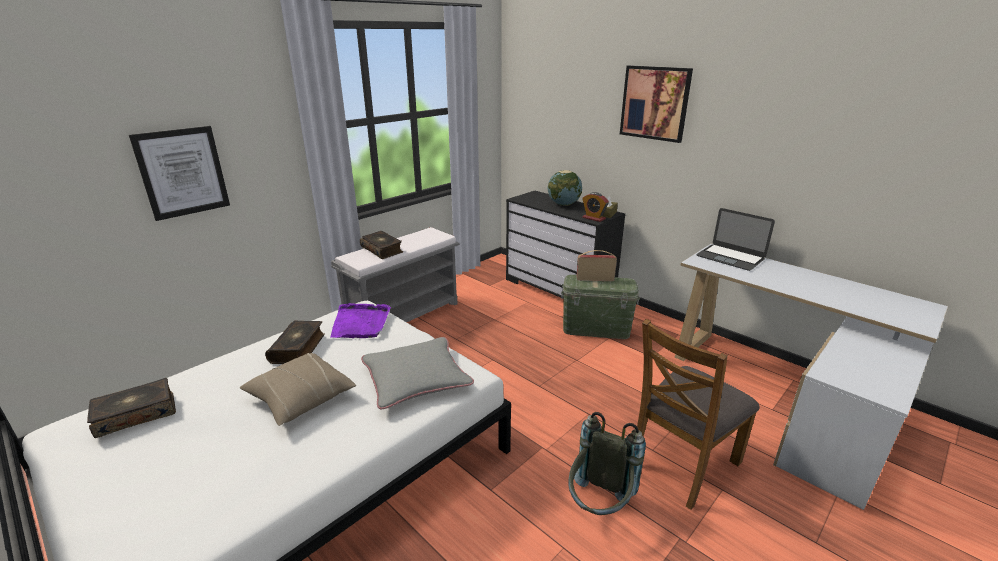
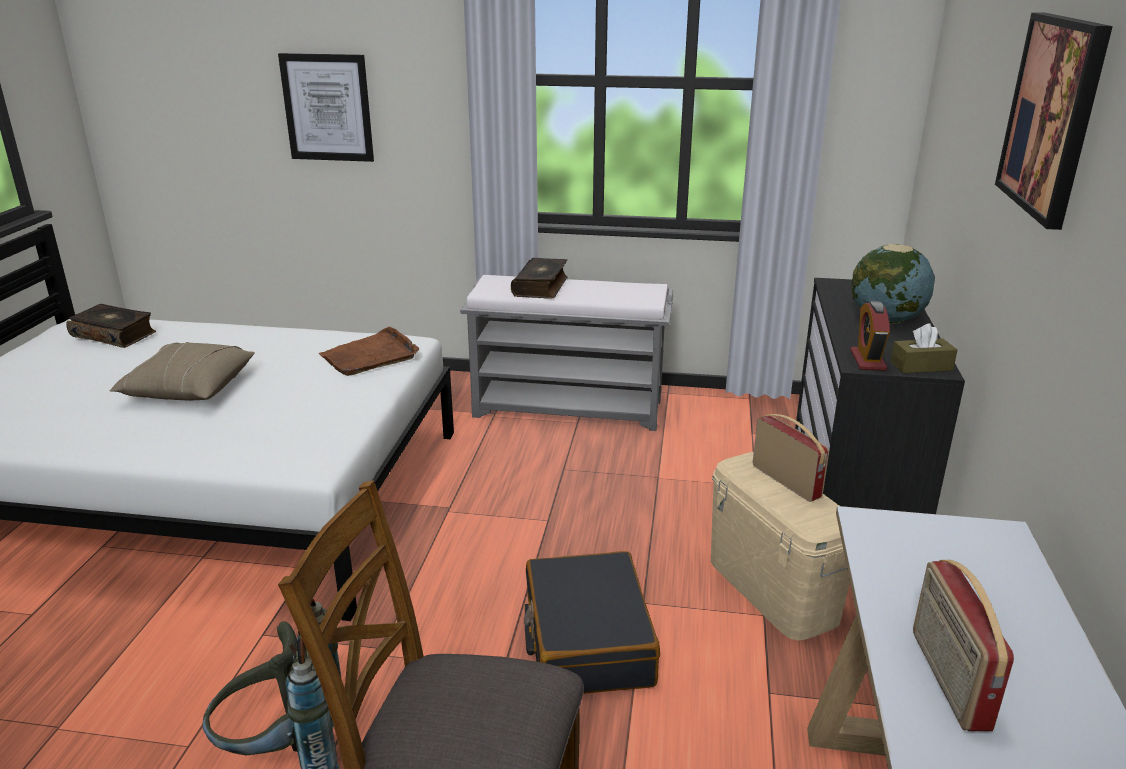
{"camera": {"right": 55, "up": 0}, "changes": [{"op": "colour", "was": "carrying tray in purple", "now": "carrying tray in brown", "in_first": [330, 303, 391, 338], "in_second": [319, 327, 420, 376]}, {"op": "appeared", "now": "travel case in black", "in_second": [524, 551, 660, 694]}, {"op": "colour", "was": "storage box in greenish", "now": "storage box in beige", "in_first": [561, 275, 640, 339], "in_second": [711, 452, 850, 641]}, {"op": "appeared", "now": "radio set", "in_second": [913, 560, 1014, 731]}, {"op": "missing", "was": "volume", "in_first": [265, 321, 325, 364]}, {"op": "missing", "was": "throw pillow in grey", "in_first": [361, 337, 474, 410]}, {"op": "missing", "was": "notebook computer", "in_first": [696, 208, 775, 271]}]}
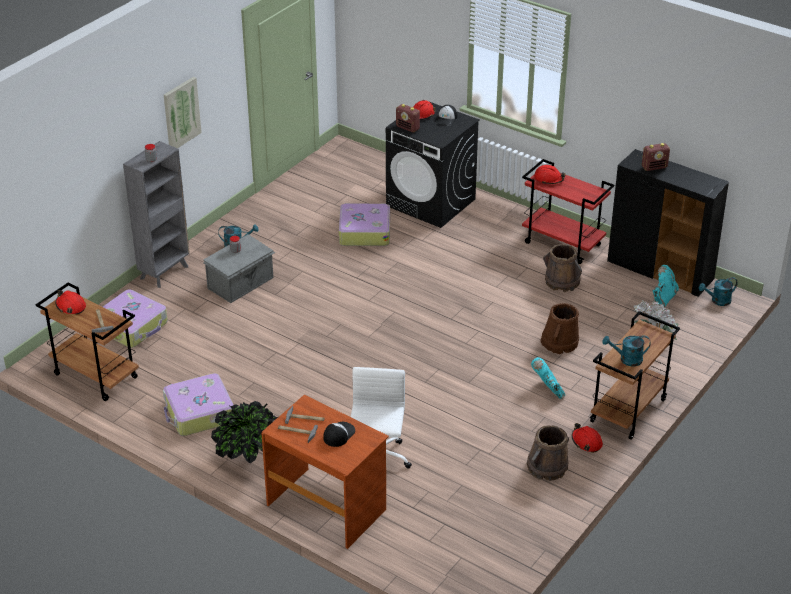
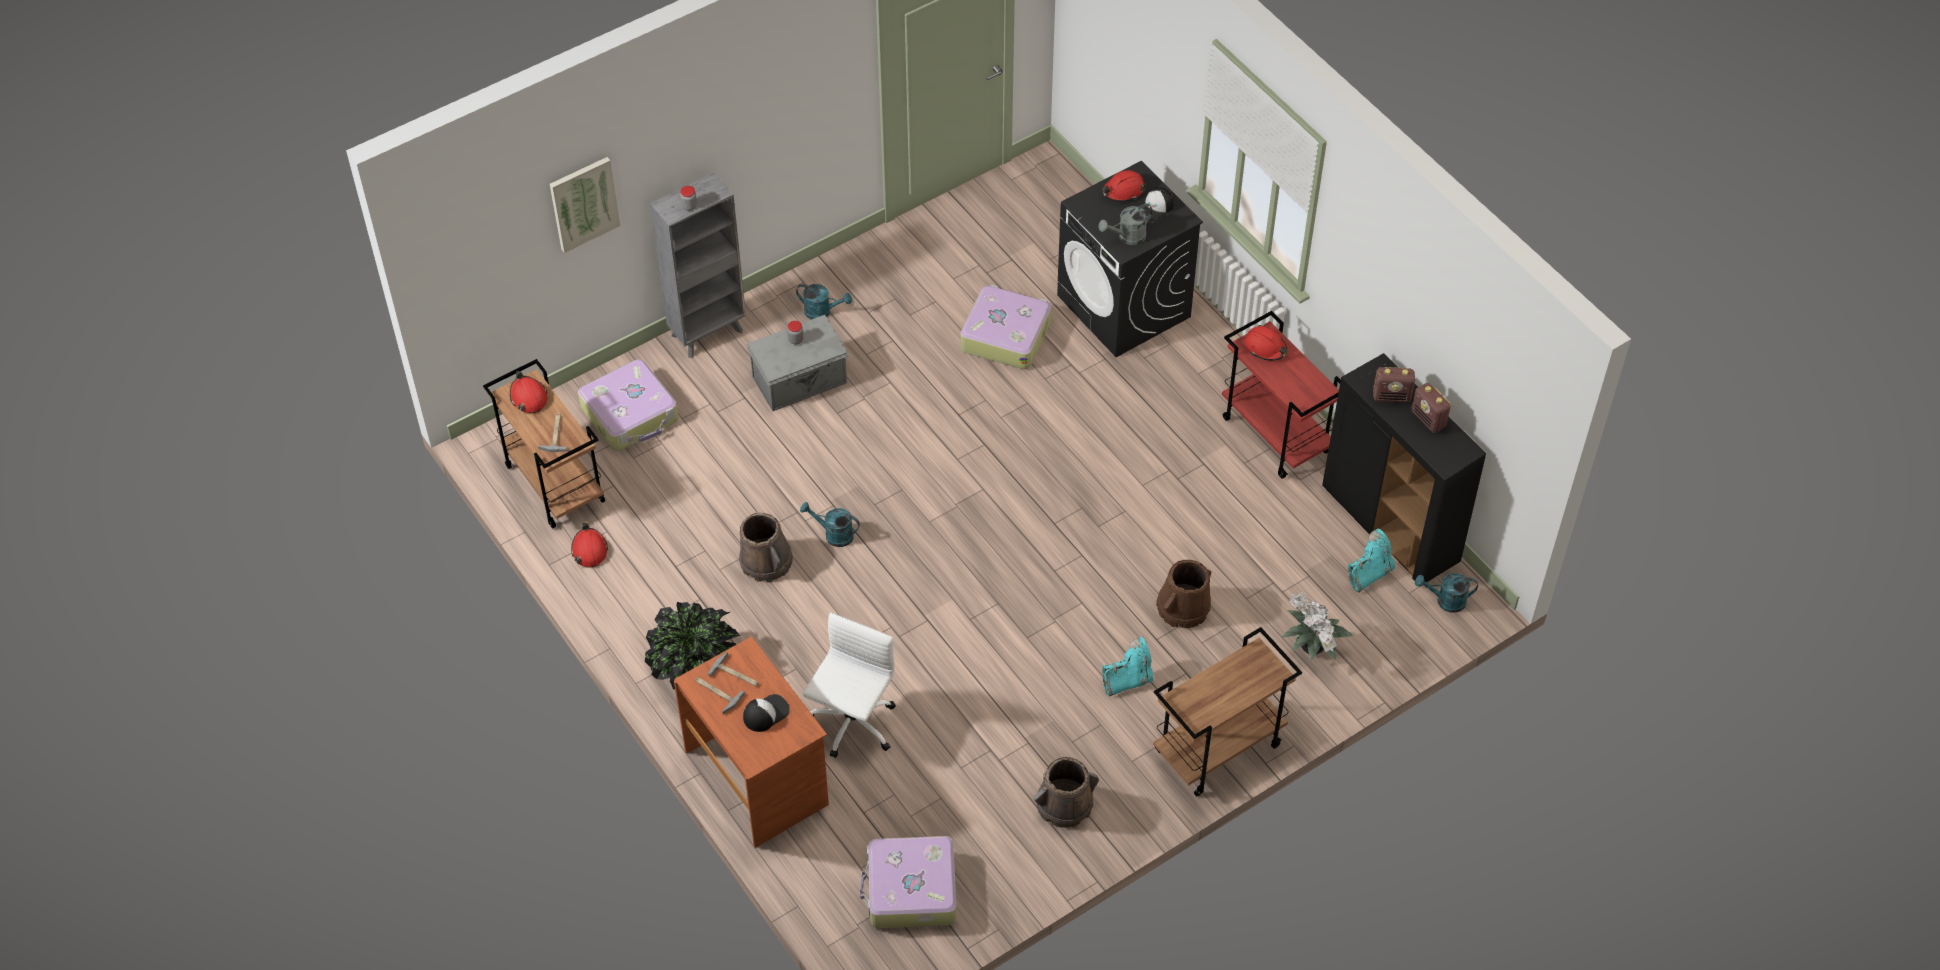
{"camera": {"right": 20, "up": 15}, "changes": [{"op": "relocated", "was": "wall art", "in_first": [164, 77, 202, 148], "in_second": [550, 157, 620, 253]}, {"op": "relocated", "was": "work helmet in red-coloured", "in_first": [572, 423, 603, 453], "in_second": [571, 522, 608, 568]}, {"op": "relocated", "was": "bucket in brown", "in_first": [543, 244, 582, 292], "in_second": [739, 512, 793, 583]}, {"op": "relocated", "was": "watering can in turquoise", "in_first": [602, 336, 651, 366], "in_second": [800, 502, 860, 547]}, {"op": "relocated", "was": "travel case", "in_first": [163, 373, 234, 436], "in_second": [860, 836, 956, 928]}, {"op": "appeared", "now": "watering can in grey", "in_second": [1098, 203, 1153, 245]}, {"op": "spun", "was": "boot in turquoise", "in_first": [531, 357, 565, 399], "in_second": [1102, 637, 1153, 696], "clockwise": 75}, {"op": "relocated", "was": "radio set", "in_first": [396, 104, 420, 132], "in_second": [1412, 383, 1451, 432]}]}
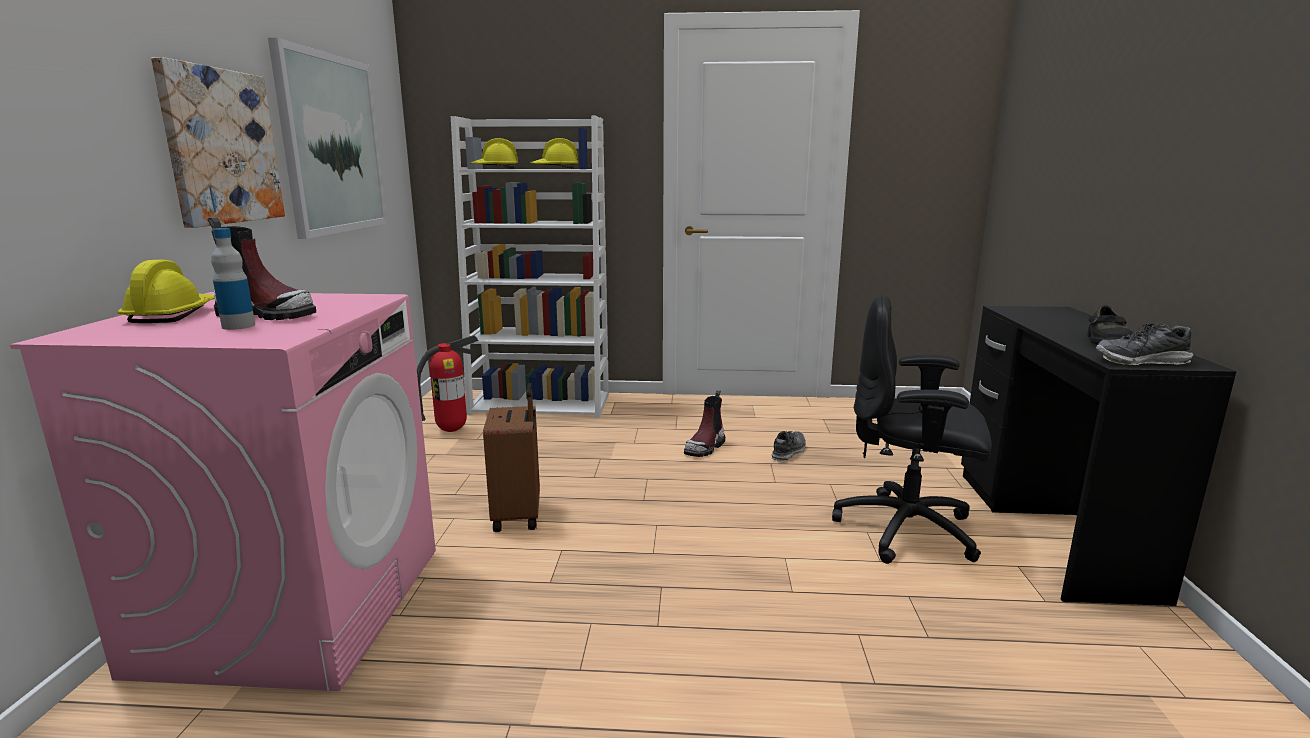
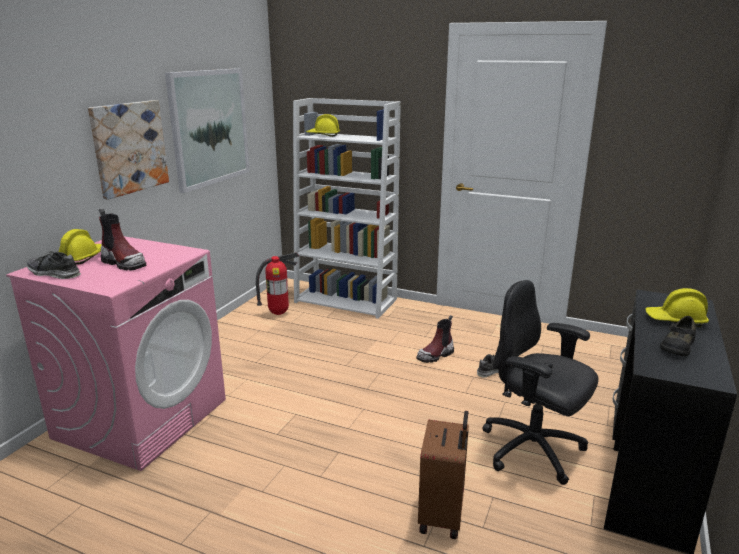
{"camera": {"right": 20, "up": 5}, "changes": [{"op": "relocated", "was": "shoe", "in_first": [1096, 323, 1193, 365], "in_second": [27, 251, 81, 279]}, {"op": "relocated", "was": "travel case in brown", "in_first": [483, 383, 540, 532], "in_second": [418, 411, 469, 539]}, {"op": "relocated", "was": "work helmet in yellow", "in_first": [530, 138, 578, 169], "in_second": [645, 288, 709, 327]}, {"op": "missing", "was": "bottle", "in_first": [211, 228, 255, 330]}]}
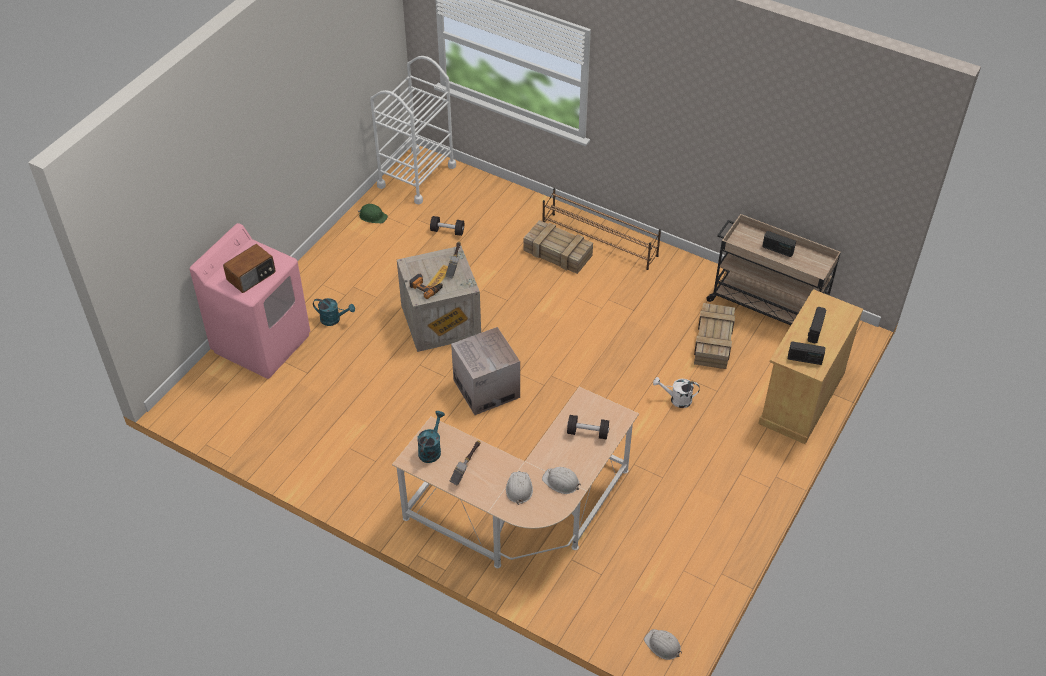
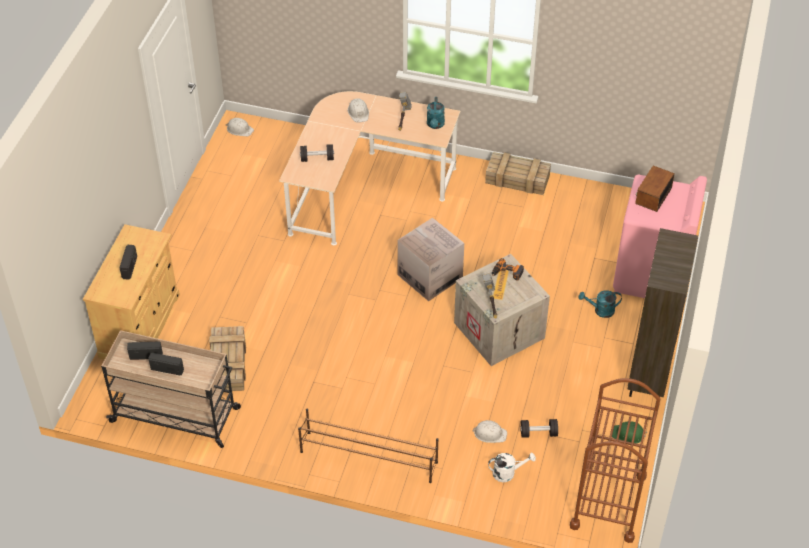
{"camera": {"right": 165, "up": 0}, "changes": [{"op": "relocated", "was": "radio set", "in_first": [788, 342, 825, 365], "in_second": [127, 341, 163, 360]}, {"op": "relocated", "was": "work helmet in white", "in_first": [542, 467, 581, 494], "in_second": [472, 420, 507, 443]}, {"op": "relocated", "was": "crate", "in_first": [524, 220, 593, 274], "in_second": [485, 152, 551, 195]}, {"op": "relocated", "was": "watering can in white", "in_first": [653, 377, 700, 408], "in_second": [488, 453, 536, 482]}, {"op": "colour", "was": "wheeled cart in white", "now": "wheeled cart in brown", "in_first": [370, 56, 456, 205], "in_second": [570, 378, 660, 543]}, {"op": "appeared", "now": "bookcase in brown", "in_second": [628, 228, 698, 397]}]}
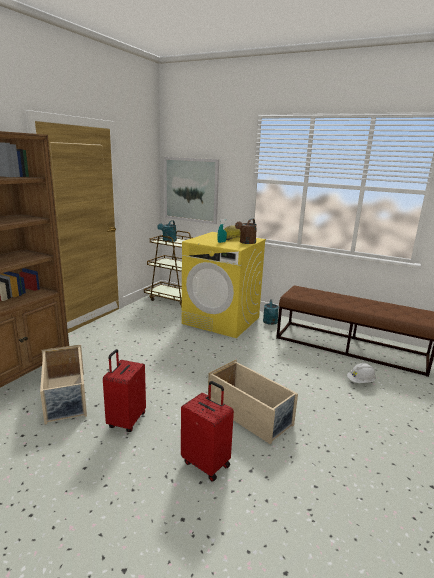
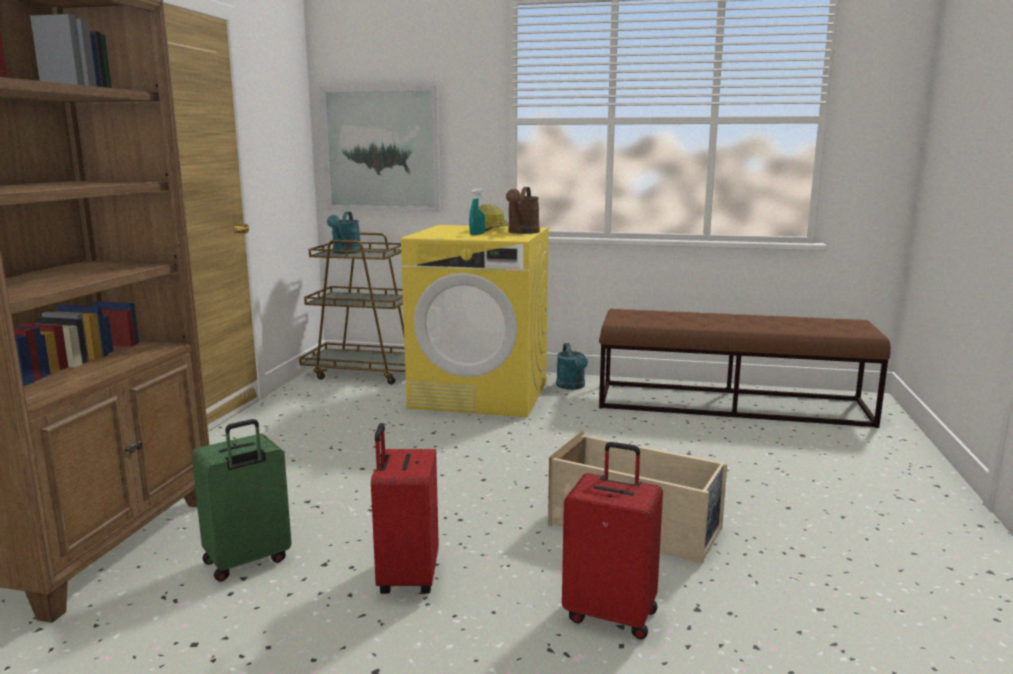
{"camera": {"right": -15, "up": -5}, "changes": [{"op": "exchanged", "was": "storage box in beige", "now": "travel case in greenish", "in_first": [40, 345, 87, 424], "in_second": [192, 419, 292, 582]}, {"op": "missing", "was": "work helmet in white", "in_first": [347, 363, 376, 383]}]}
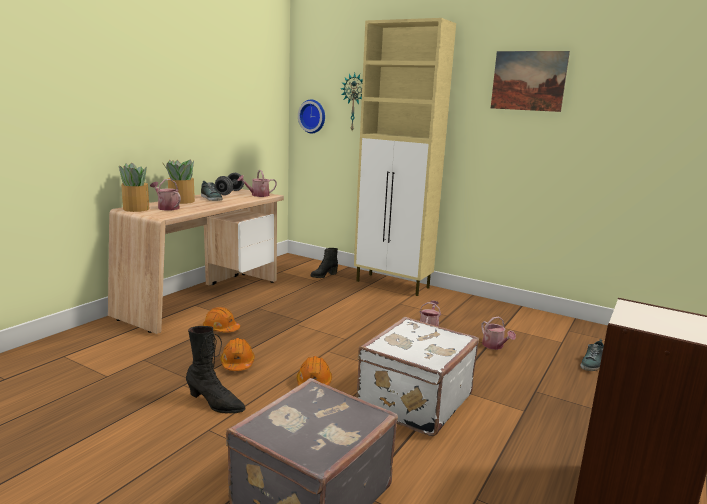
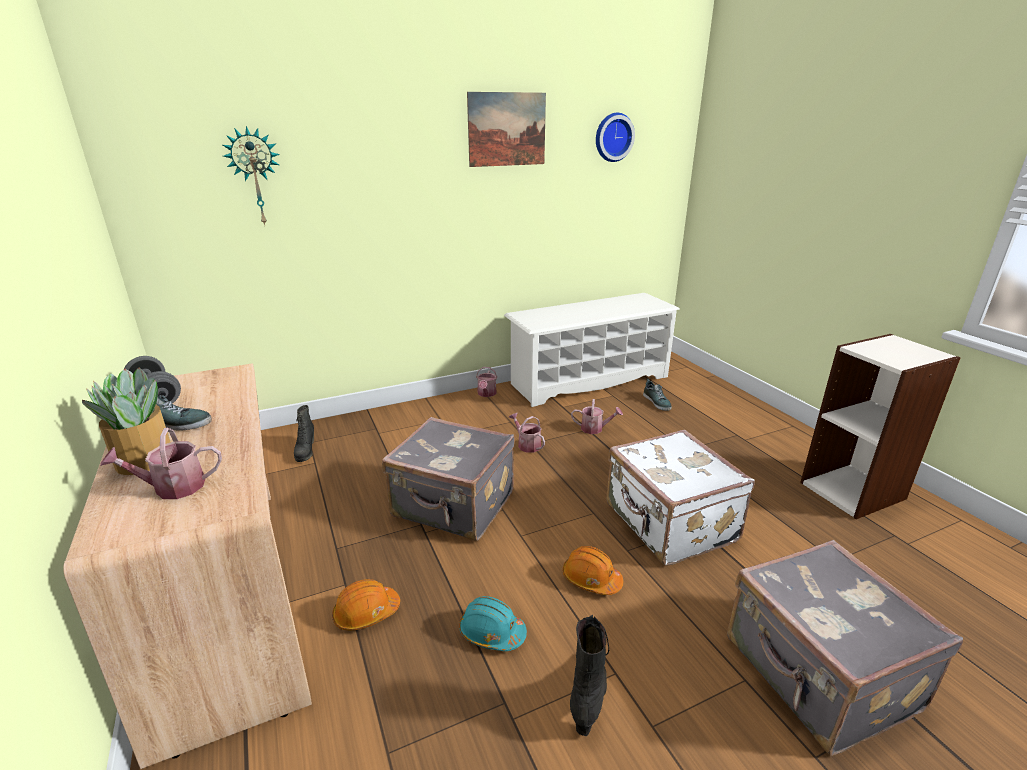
{"camera": {"right": -55, "up": 10}, "changes": [{"op": "appeared", "now": "travel case in grey", "in_second": [382, 417, 515, 541]}, {"op": "colour", "was": "work helmet in orange-coloured", "now": "work helmet in turquoise", "in_first": [220, 338, 255, 371], "in_second": [459, 596, 527, 651]}, {"op": "relocated", "was": "watering can", "in_first": [237, 170, 277, 197], "in_second": [476, 367, 497, 397]}, {"op": "appeared", "now": "shoe shelf in white", "in_second": [504, 293, 680, 407]}, {"op": "spun", "was": "boot in black", "in_first": [186, 326, 245, 413], "in_second": [570, 615, 609, 736], "clockwise": -45}, {"op": "relocated", "was": "wall clock", "in_first": [298, 99, 325, 133], "in_second": [596, 113, 635, 162]}, {"op": "missing", "was": "houseplant", "in_first": [118, 162, 149, 212]}, {"op": "missing", "was": "cupboard in beige", "in_first": [354, 18, 456, 296]}]}
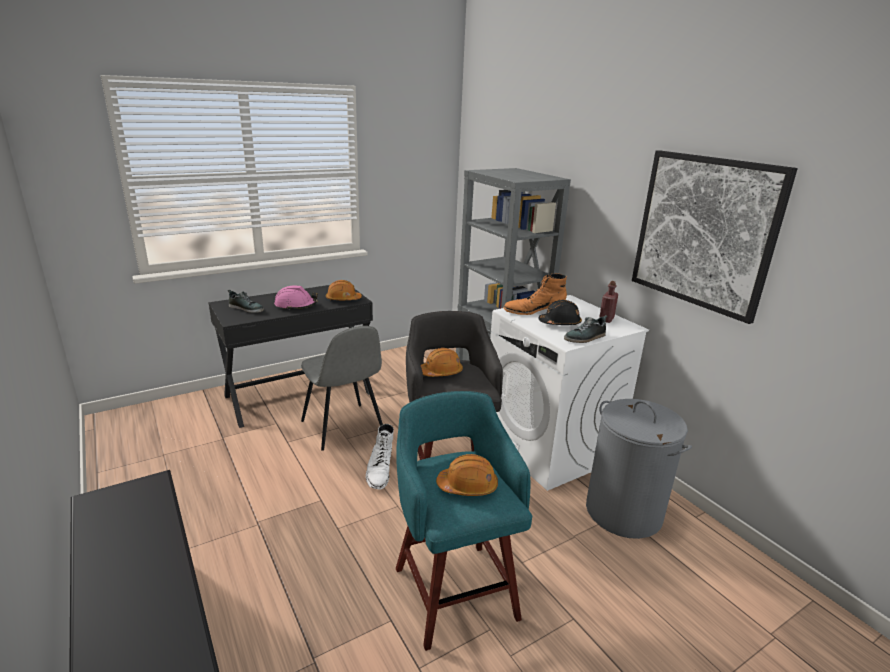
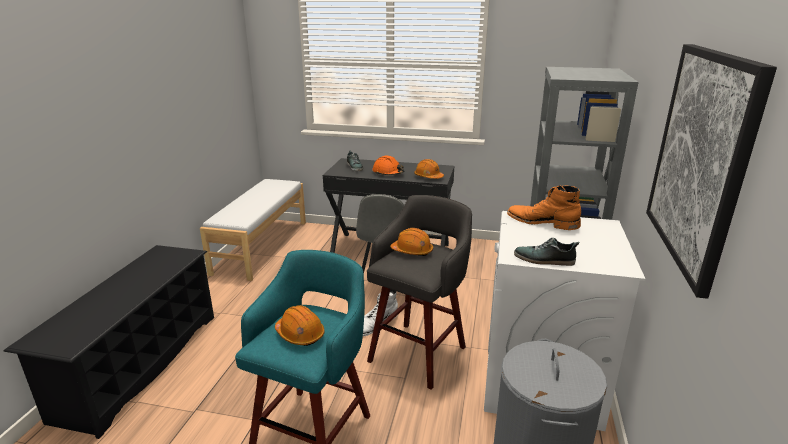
{"camera": {"right": 45, "up": 0}, "changes": [{"op": "appeared", "now": "indoor bench in white", "in_second": [200, 179, 306, 281]}, {"op": "colour", "was": "work helmet in pink", "now": "work helmet in orange-coloured", "in_first": [274, 285, 318, 310], "in_second": [372, 156, 405, 175]}, {"op": "missing", "was": "work helmet in black", "in_first": [538, 300, 582, 325]}, {"op": "missing", "was": "bottle in red-coloured", "in_first": [599, 281, 618, 323]}]}
